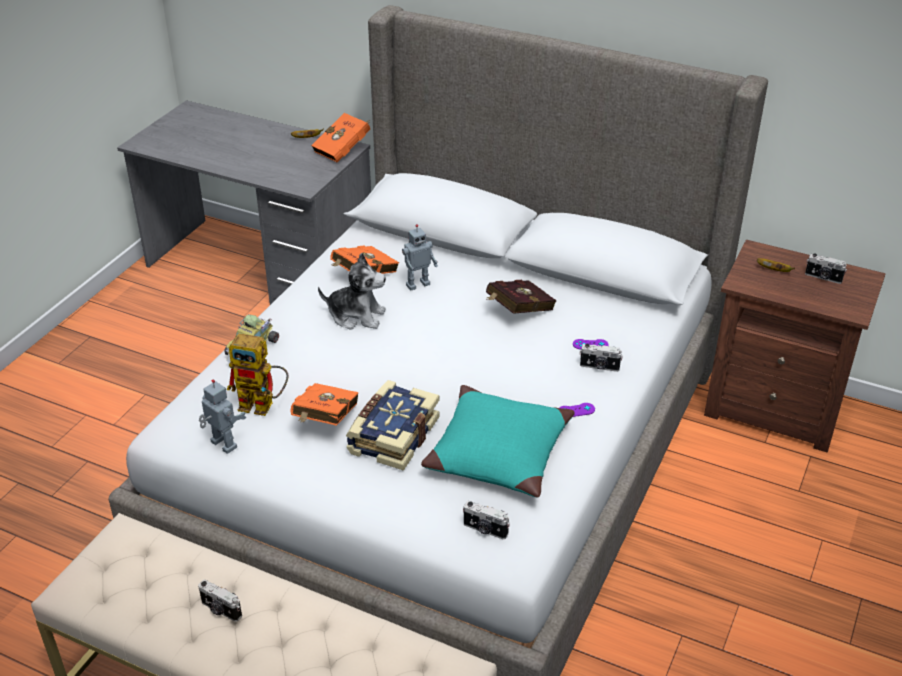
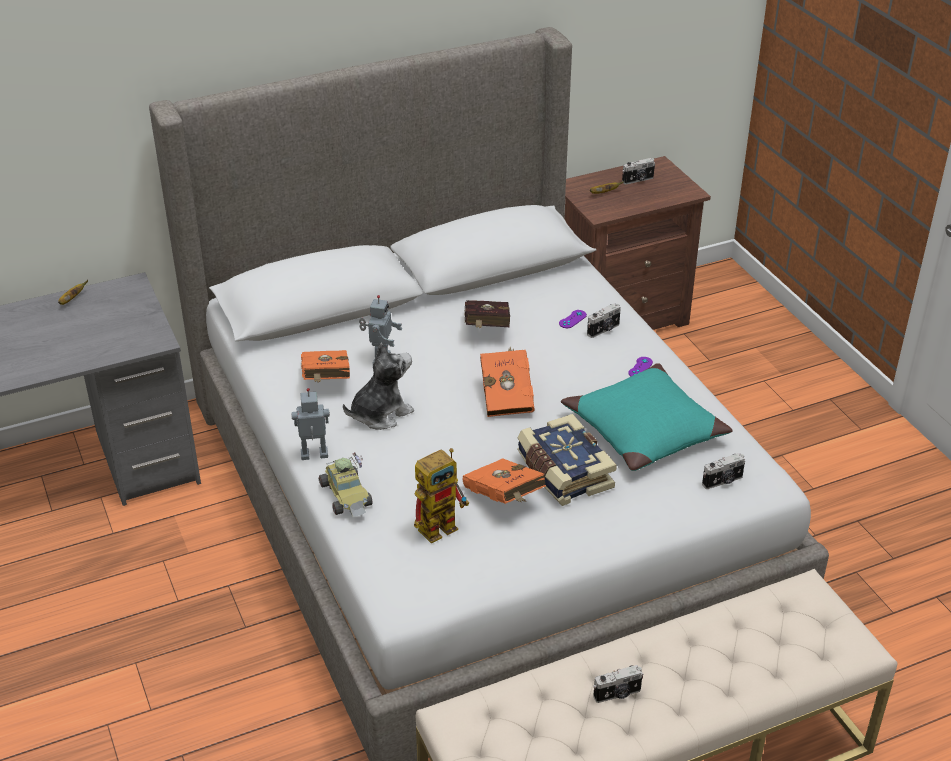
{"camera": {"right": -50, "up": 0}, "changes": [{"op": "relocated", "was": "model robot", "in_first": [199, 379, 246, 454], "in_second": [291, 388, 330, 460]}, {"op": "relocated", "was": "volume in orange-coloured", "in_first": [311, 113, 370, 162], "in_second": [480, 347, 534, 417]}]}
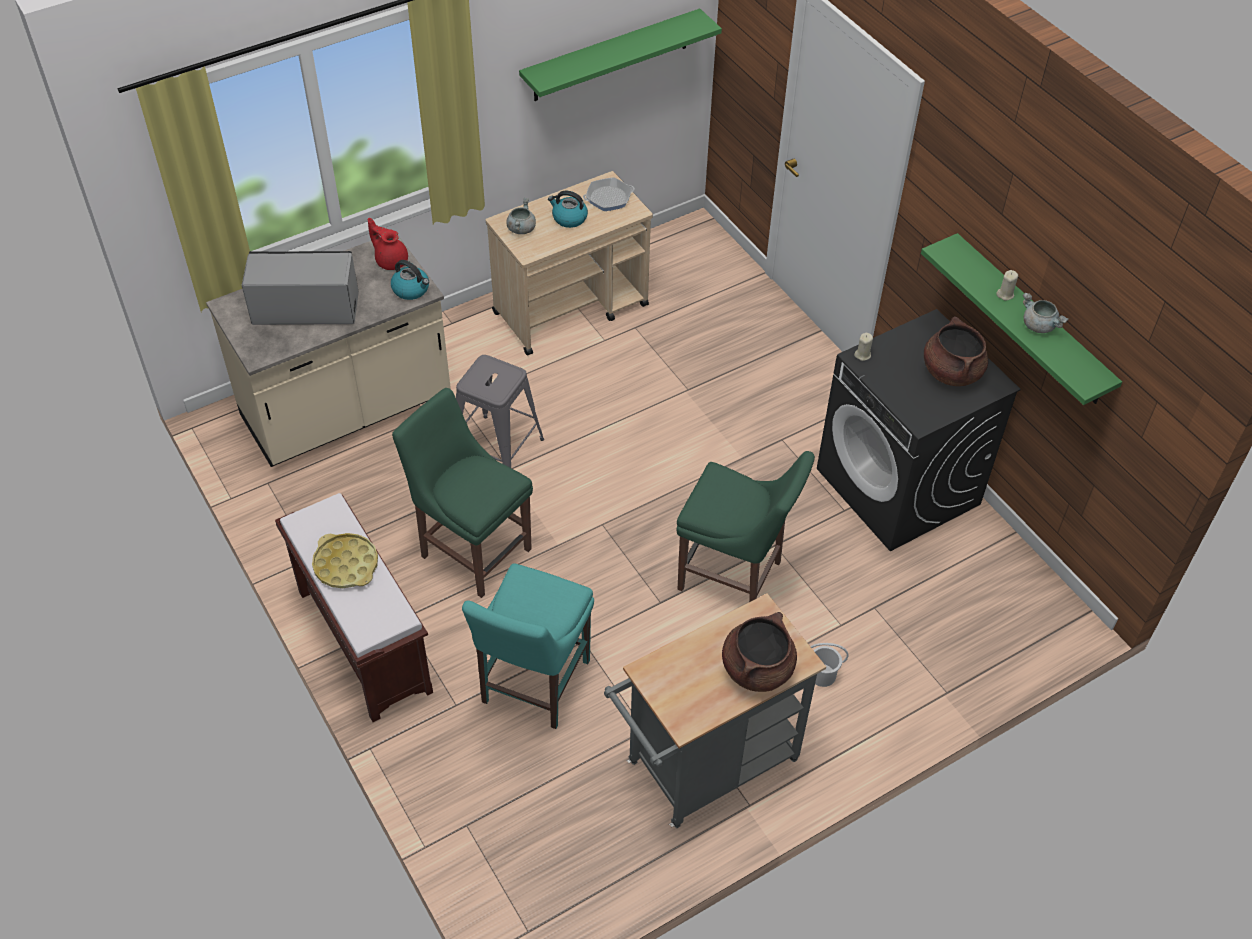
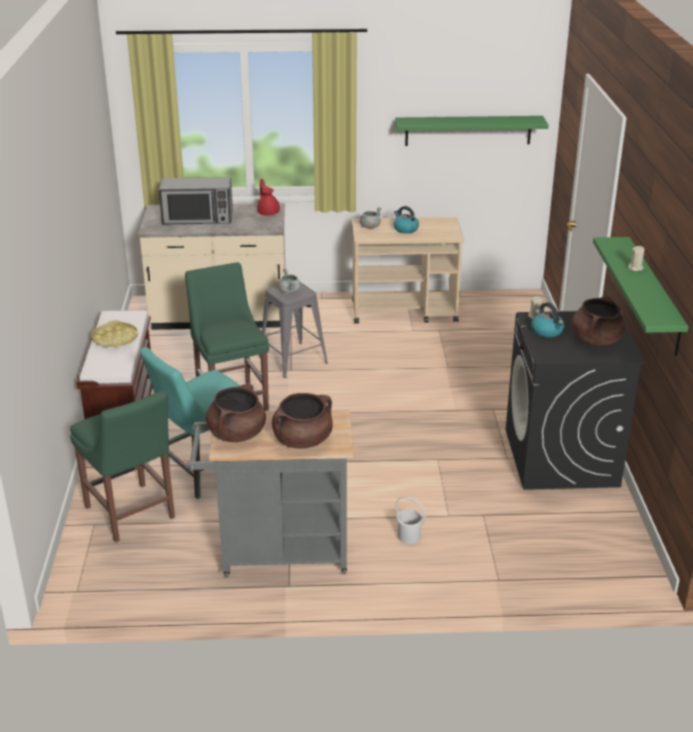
{"camera": {"right": 30, "up": -20}, "changes": [{"op": "relocated", "was": "plain chair in greenish", "in_first": [677, 451, 815, 602], "in_second": [70, 390, 175, 542]}, {"op": "spun", "was": "kitchen microwave", "in_first": [242, 251, 359, 325], "in_second": [159, 177, 233, 224], "clockwise": 150}, {"op": "appeared", "now": "saucepot in brown", "in_second": [206, 383, 266, 442]}, {"op": "relocated", "was": "saucepot in grey", "in_first": [1023, 293, 1069, 333], "in_second": [278, 269, 301, 294]}, {"op": "relocated", "was": "water kettle", "in_first": [391, 260, 429, 300], "in_second": [531, 302, 564, 338]}, {"op": "missing", "was": "frying pan", "in_first": [583, 177, 635, 211]}]}
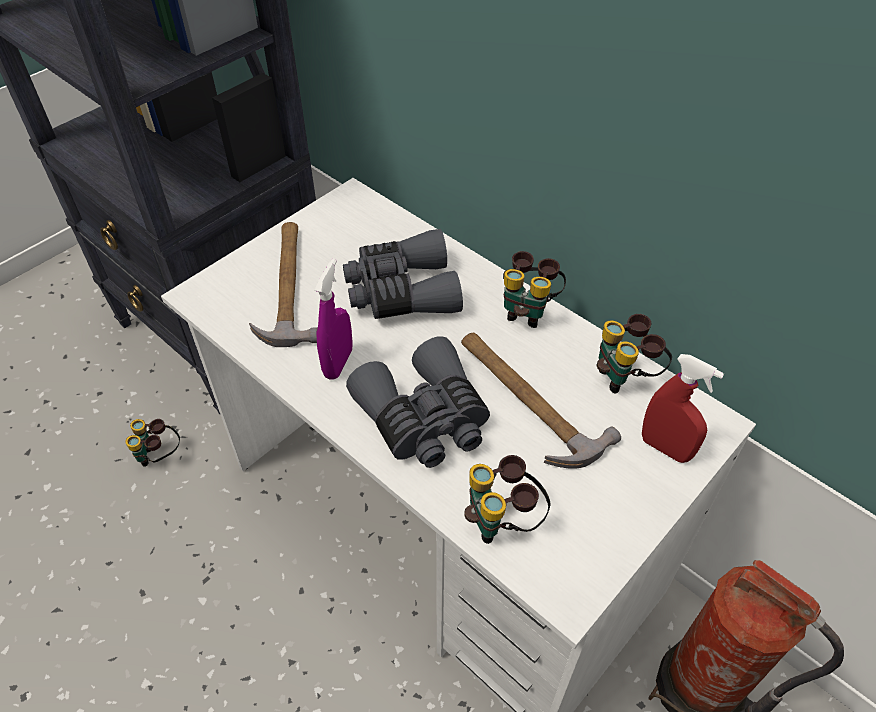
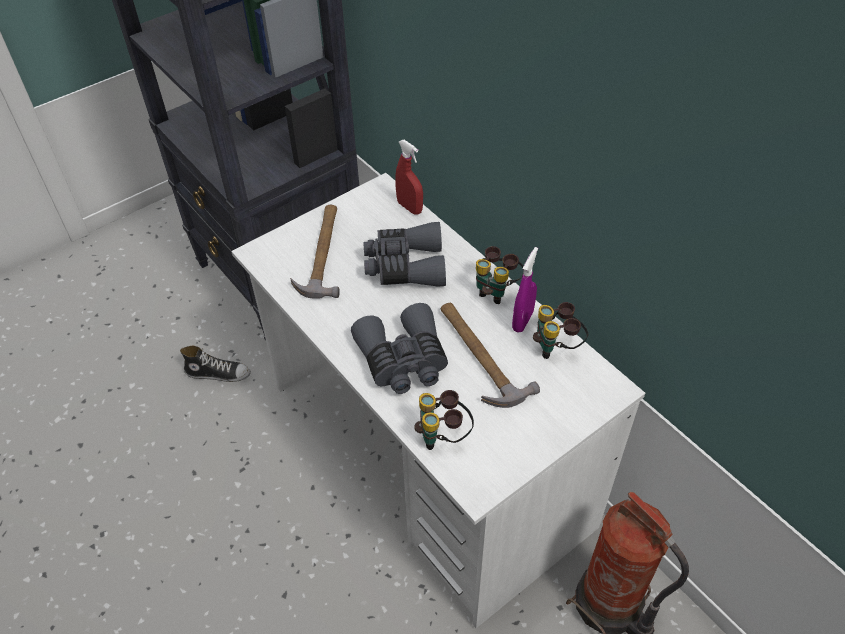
{"camera": {"right": 10, "up": 0}, "changes": [{"op": "exchanged", "was": "binoculars", "now": "shoe", "in_first": [125, 419, 180, 467], "in_second": [180, 346, 251, 382]}, {"op": "relocated", "was": "spray bottle in red-coloured", "in_first": [642, 354, 724, 463], "in_second": [395, 140, 423, 215]}, {"op": "relocated", "was": "spray bottle in purple", "in_first": [315, 259, 352, 380], "in_second": [512, 247, 538, 333]}]}
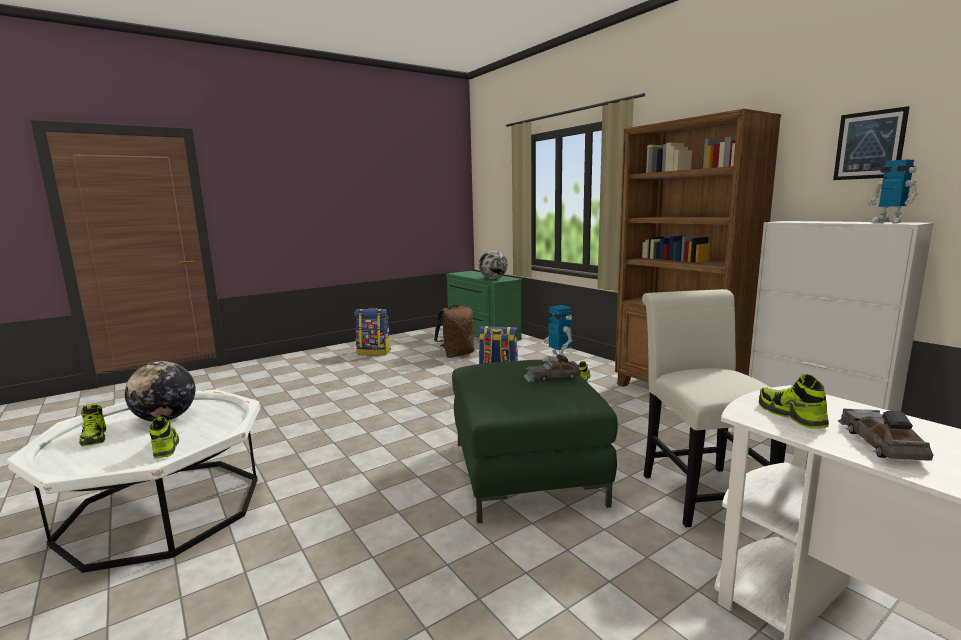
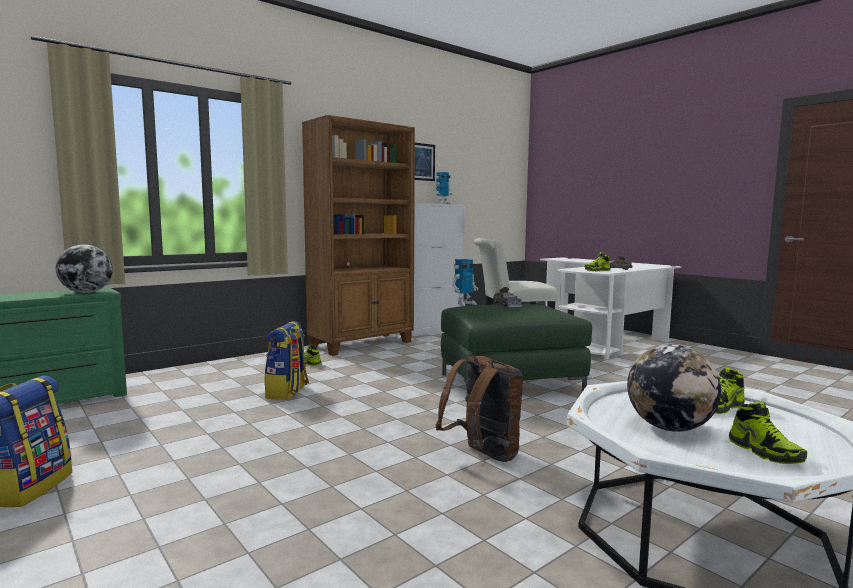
{"camera": {"right": -95, "up": -5}, "changes": [{"op": "relocated", "was": "knapsack in brown", "in_first": [434, 305, 474, 358], "in_second": [435, 356, 523, 462]}, {"op": "spun", "was": "shoe", "in_first": [79, 404, 106, 446], "in_second": [729, 402, 807, 464], "clockwise": 105}]}
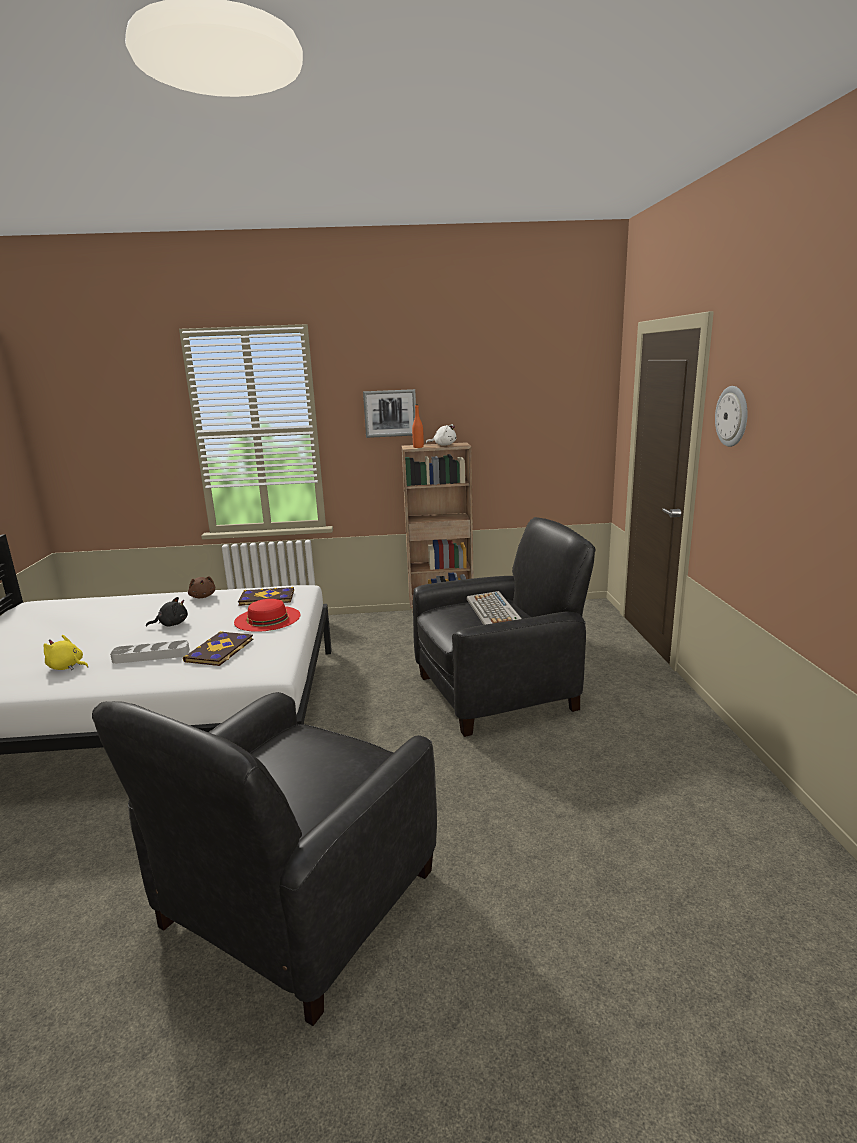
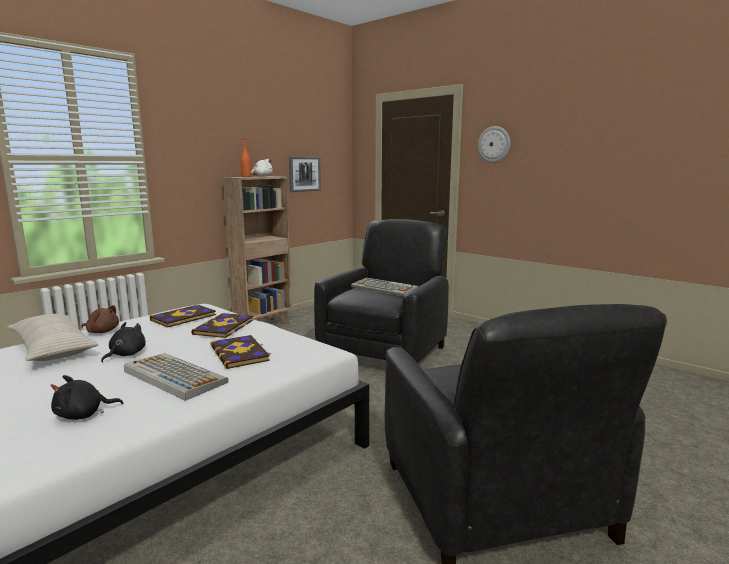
{"camera": {"right": -45, "up": -5}, "changes": [{"op": "appeared", "now": "throw pillow in beige", "in_second": [7, 314, 98, 361]}, {"op": "colour", "was": "cuddly toy in yellow", "now": "cuddly toy in black", "in_first": [44, 635, 88, 670], "in_second": [50, 375, 123, 420]}, {"op": "exchanged", "was": "carrying tray in grey", "now": "keyboard", "in_first": [110, 640, 190, 664], "in_second": [124, 353, 229, 401]}, {"op": "exchanged", "was": "clothing hat in red-coloured", "now": "volume", "in_first": [234, 599, 301, 632], "in_second": [191, 313, 253, 338]}, {"op": "relocated", "was": "wall art", "in_first": [363, 389, 416, 438], "in_second": [289, 157, 321, 192]}]}
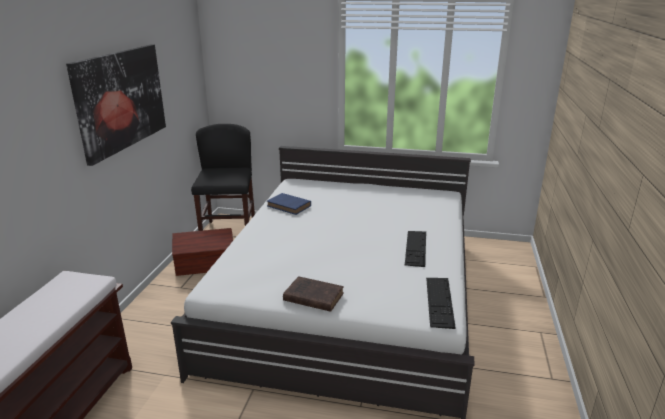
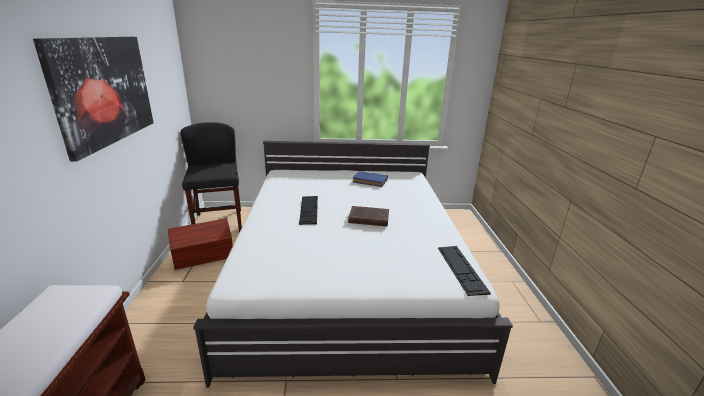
{"camera": {"right": -15, "up": 0}, "changes": [{"op": "relocated", "was": "keyboard", "in_first": [405, 231, 426, 267], "in_second": [299, 196, 318, 225]}, {"op": "relocated", "was": "volume in brown", "in_first": [283, 276, 344, 312], "in_second": [348, 206, 389, 227]}, {"op": "relocated", "was": "volume in bluish", "in_first": [267, 193, 311, 215], "in_second": [353, 171, 388, 187]}]}
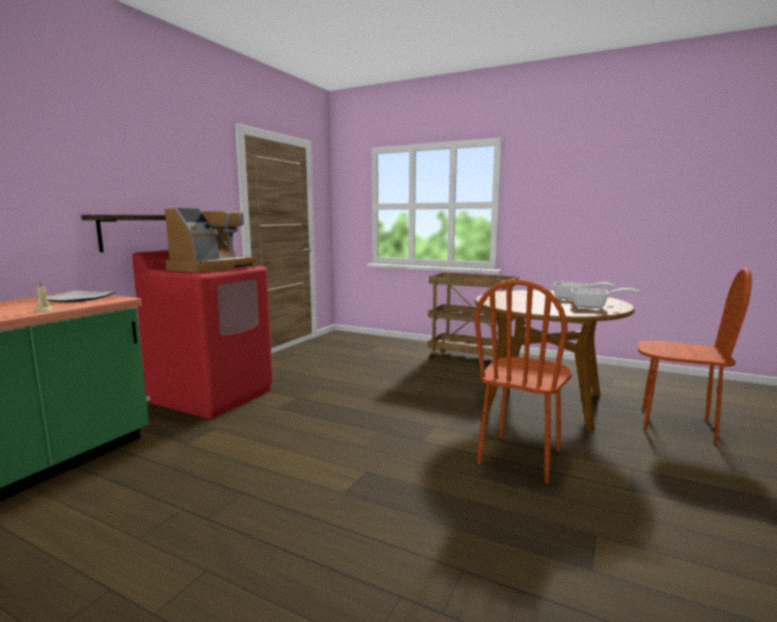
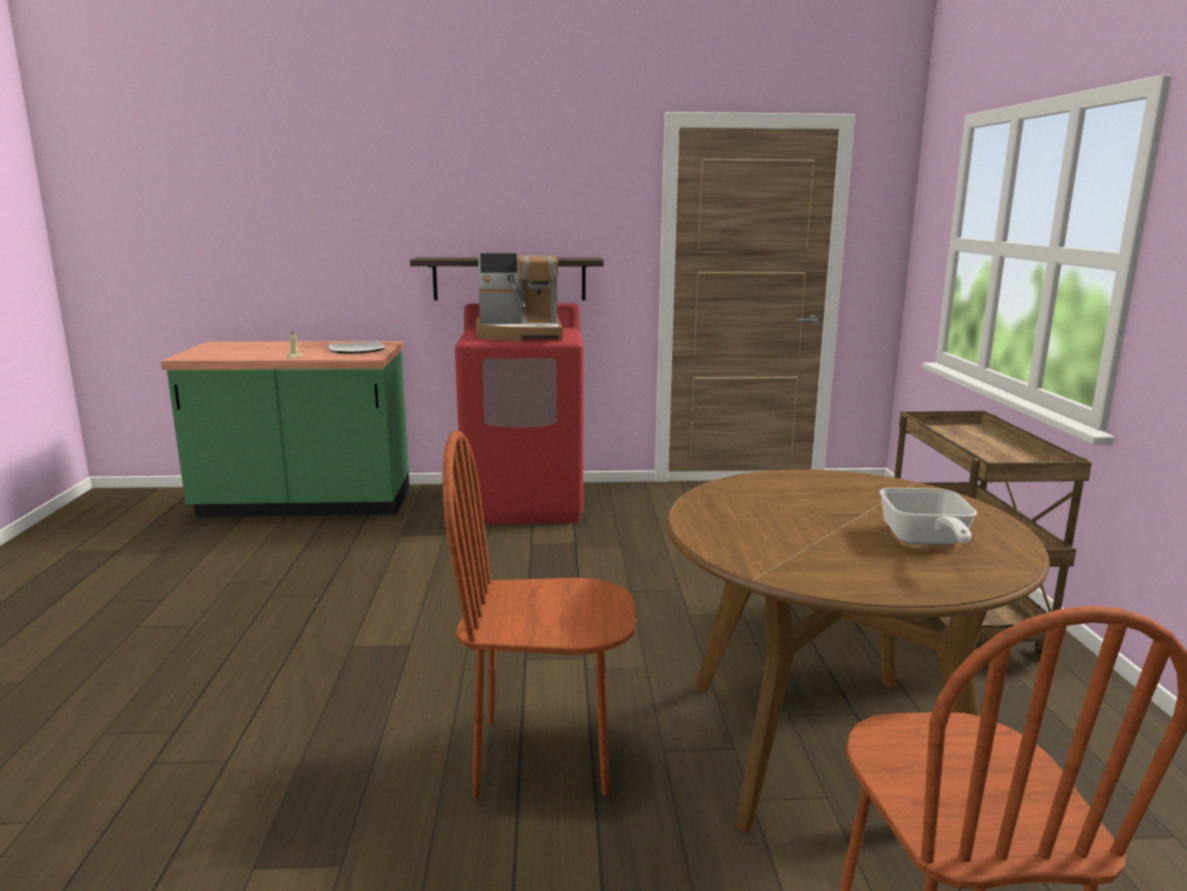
{"camera": {"right": 60, "up": 5}, "changes": [{"op": "missing", "was": "frying pan", "in_first": [571, 288, 639, 308]}]}
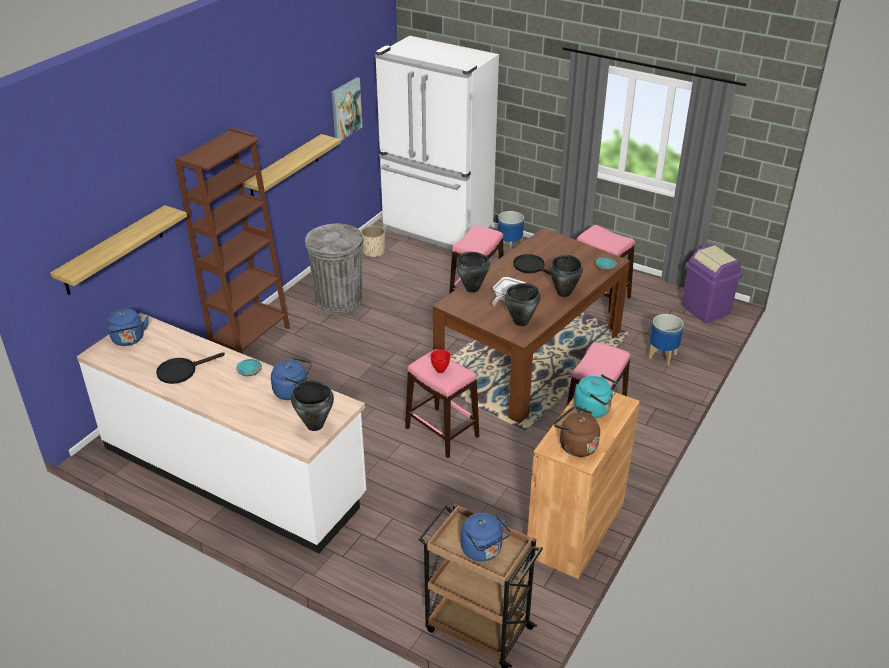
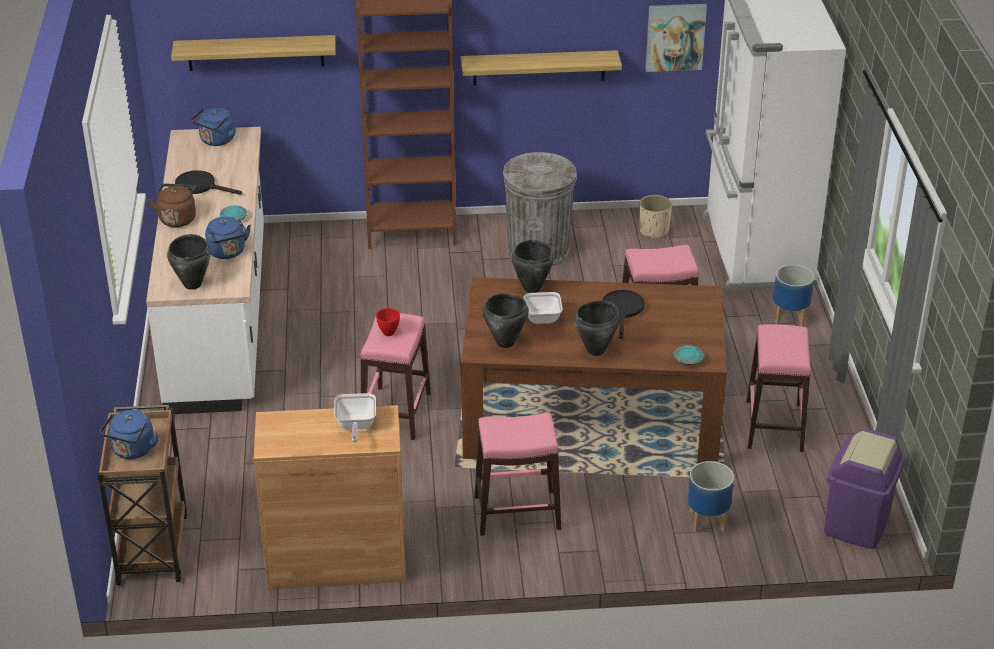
{"camera": {"right": 55, "up": 0}, "changes": [{"op": "relocated", "was": "water kettle in brown", "in_first": [554, 406, 600, 457], "in_second": [149, 184, 197, 227]}, {"op": "exchanged", "was": "water kettle in turquoise", "now": "frying pan", "in_first": [574, 374, 620, 418], "in_second": [334, 393, 376, 442]}]}
